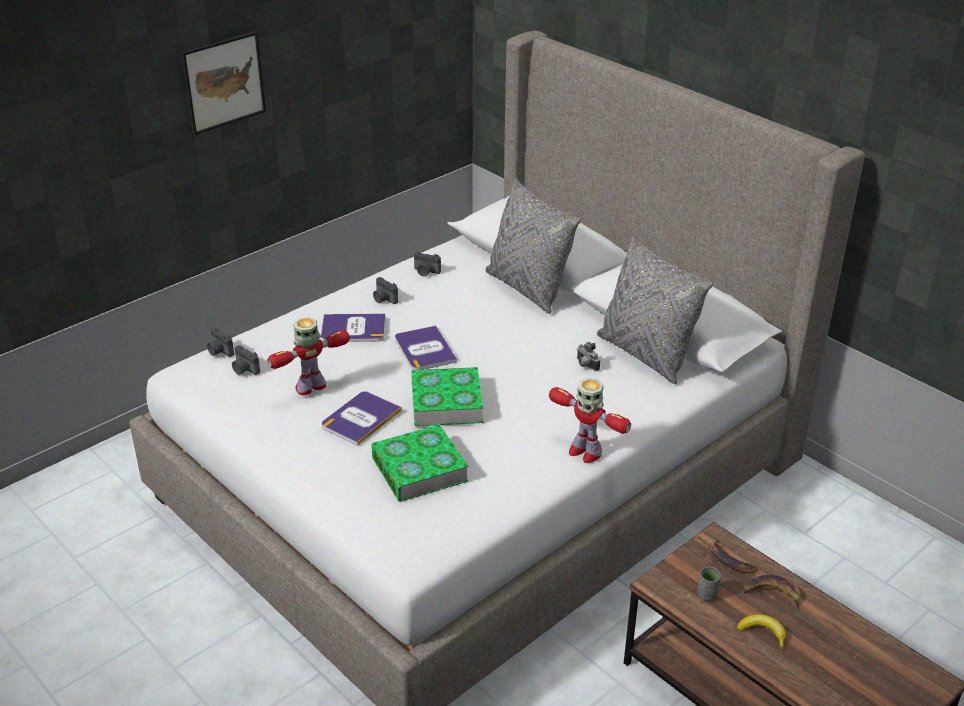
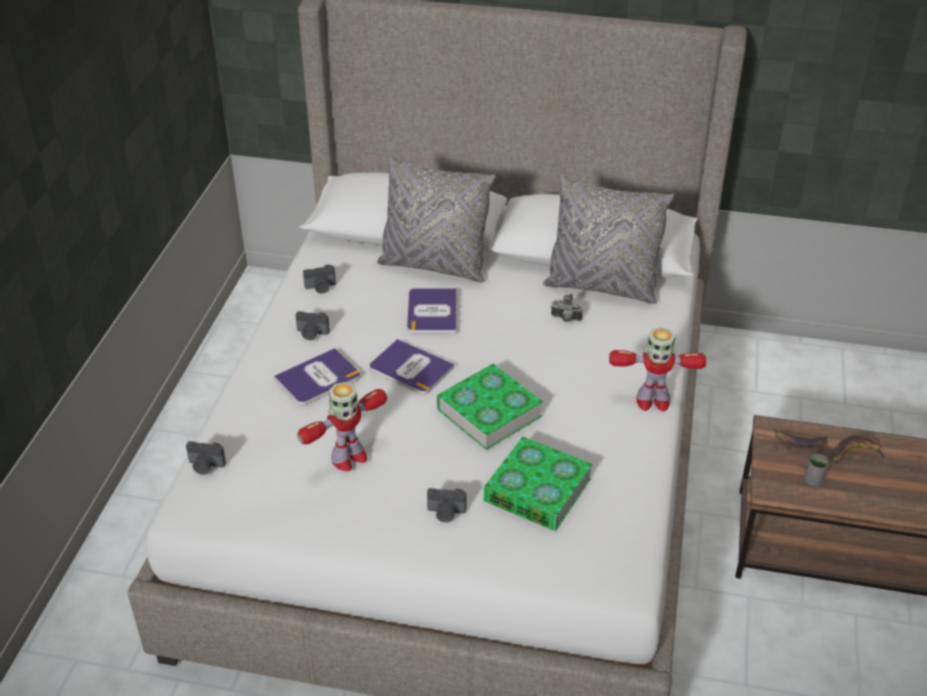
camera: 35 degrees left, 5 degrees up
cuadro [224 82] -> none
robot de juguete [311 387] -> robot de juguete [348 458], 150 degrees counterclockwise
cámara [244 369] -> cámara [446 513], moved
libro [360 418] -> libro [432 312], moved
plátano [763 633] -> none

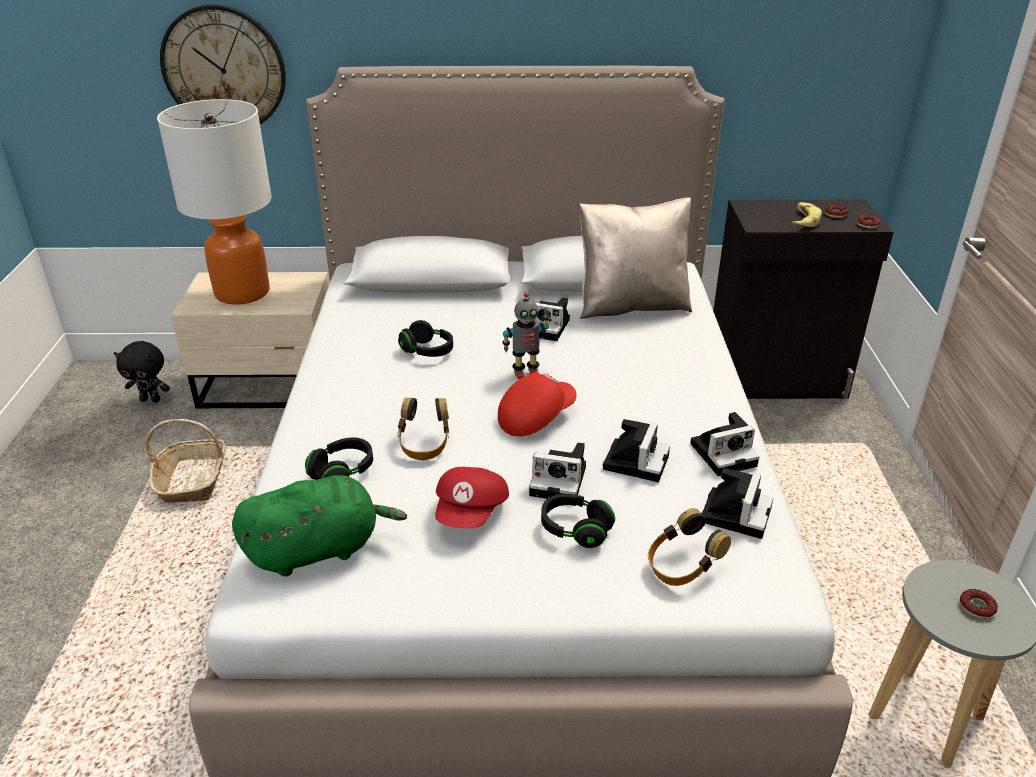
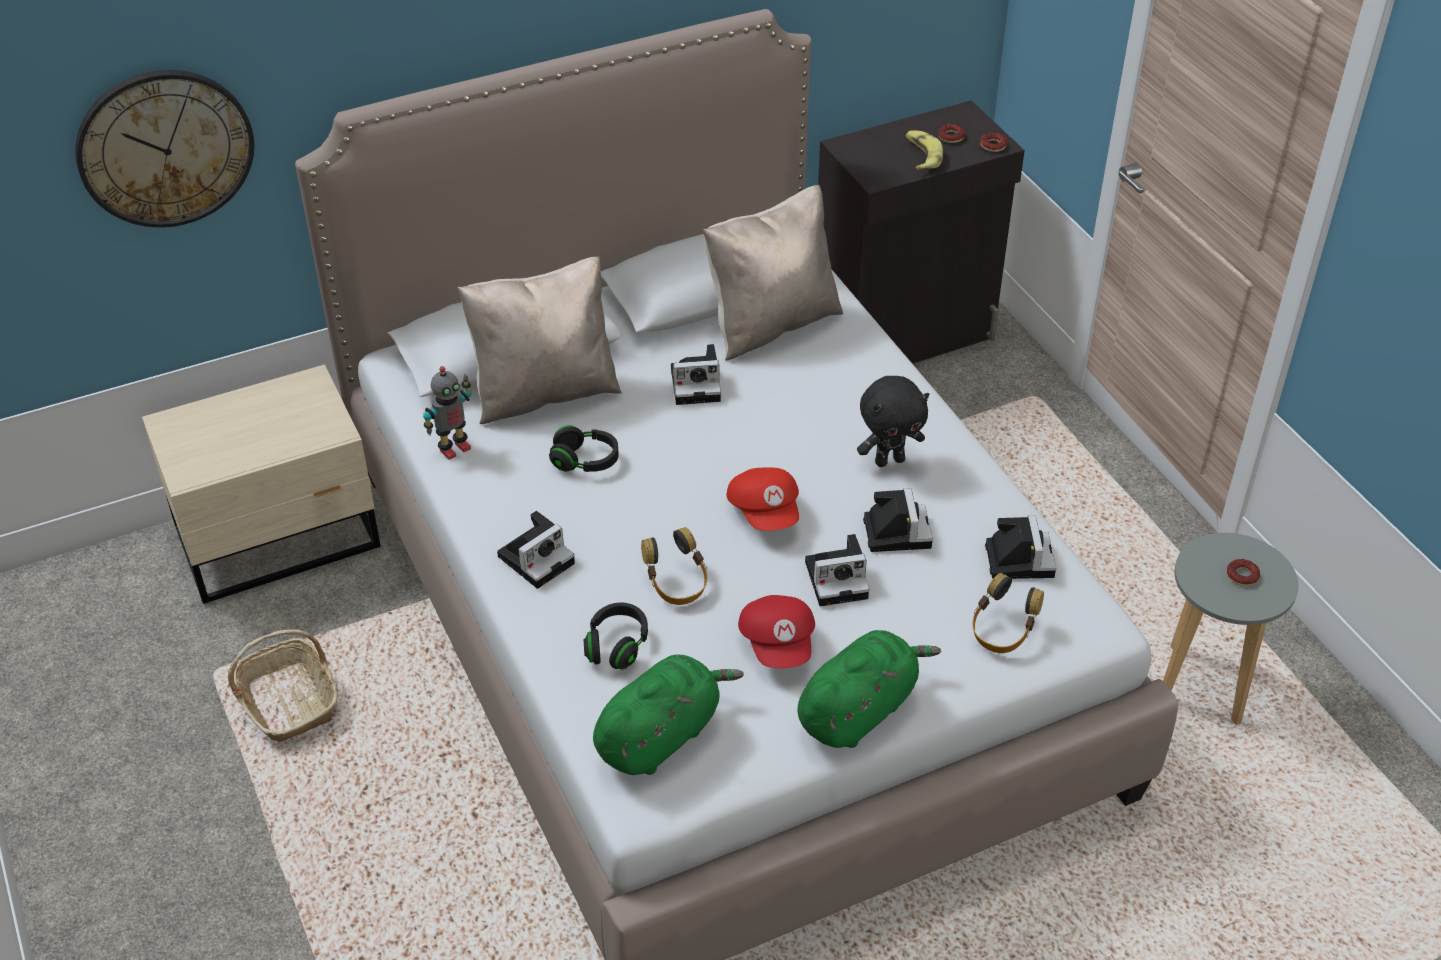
camera: 25 degrees left, 10 degrees up
lámpara de mesa [243 293] -> none
robot de juguete [525 372] -> robot de juguete [454 448], moved
peluche (negro) [151 399] -> peluche (negro) [889 460], moved
gorra (rojo) [535 417] -> gorra (rojo) [766 512], 135 degrees clockwise
cámara [725 453] -> cámara [537 558], moved
auriculares (negro) [575 530] -> none
none -> cojín (beis) [544 392]
none -> peluche (verde) [859 710]

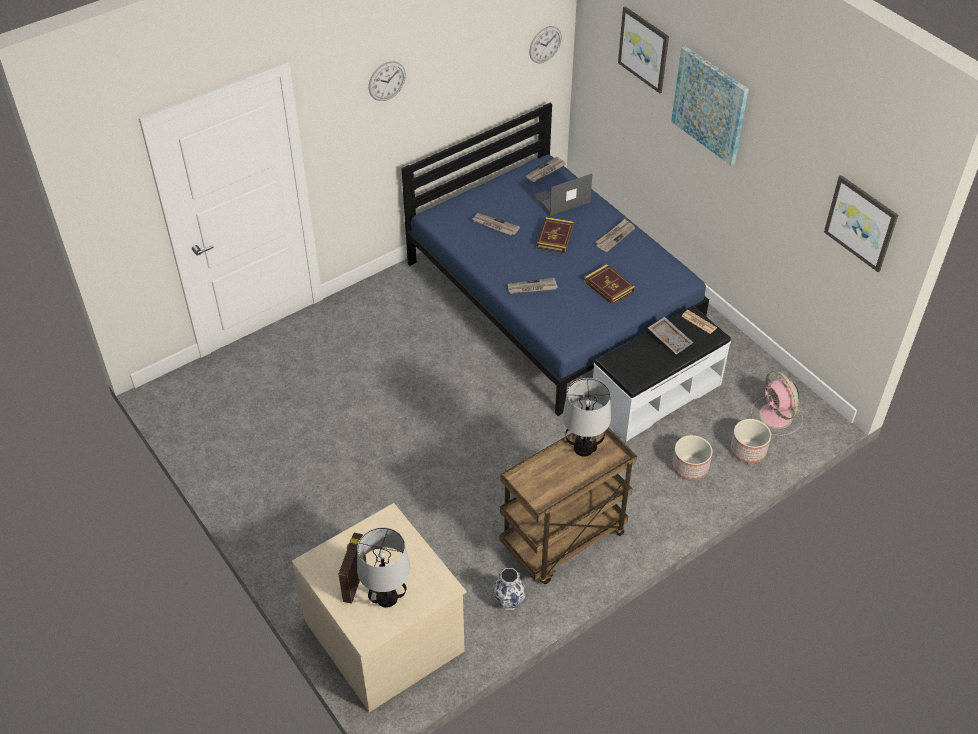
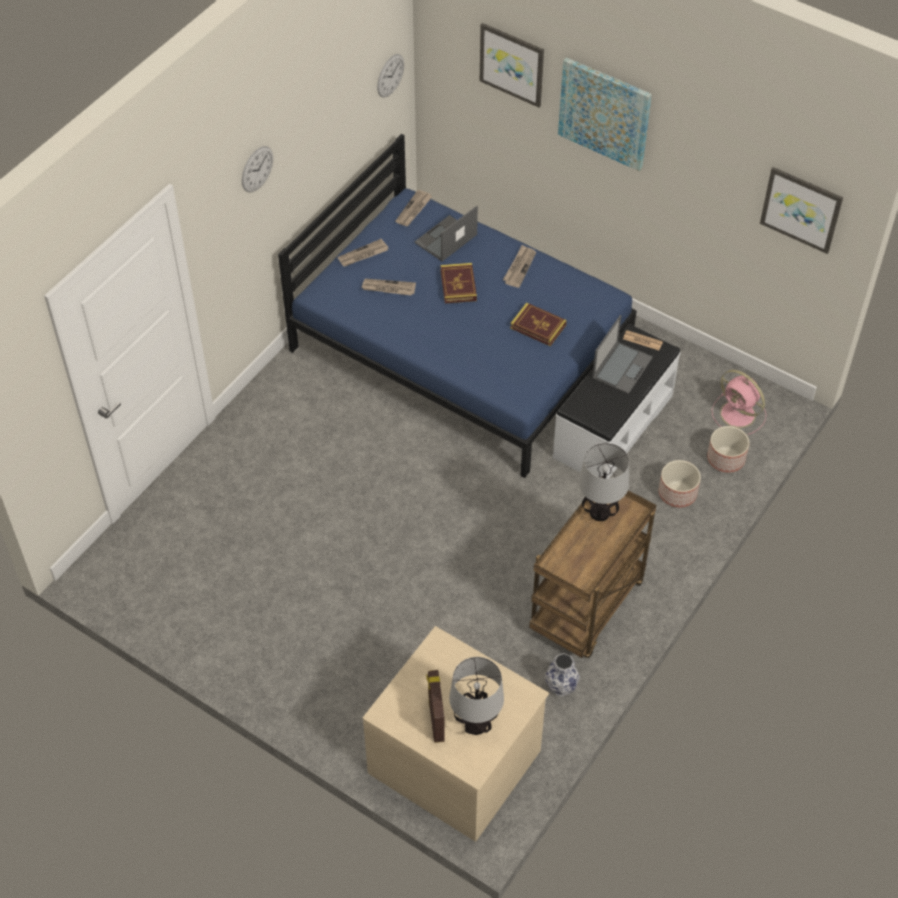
camera: 20 degrees left, 5 degrees up
periódico [532 288] -> periódico [363 255], moved
bandeja (gris) [670 339] -> portátil [622 367]

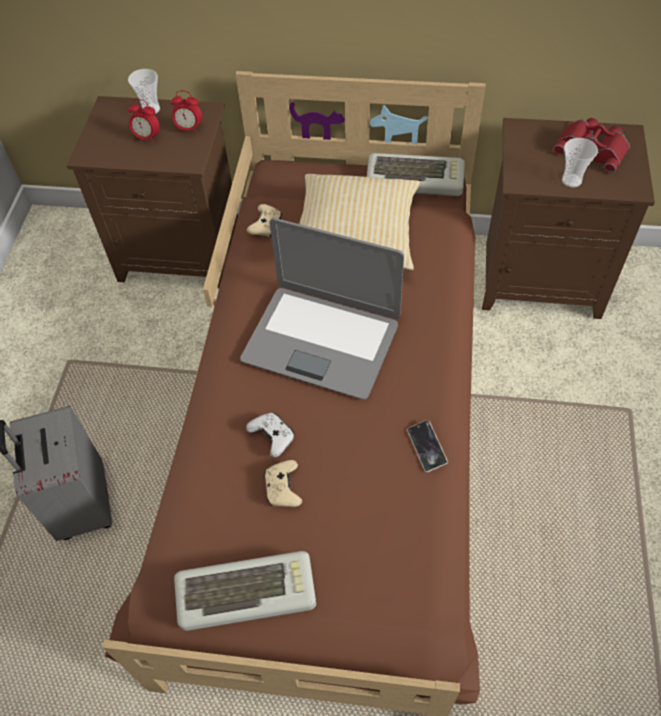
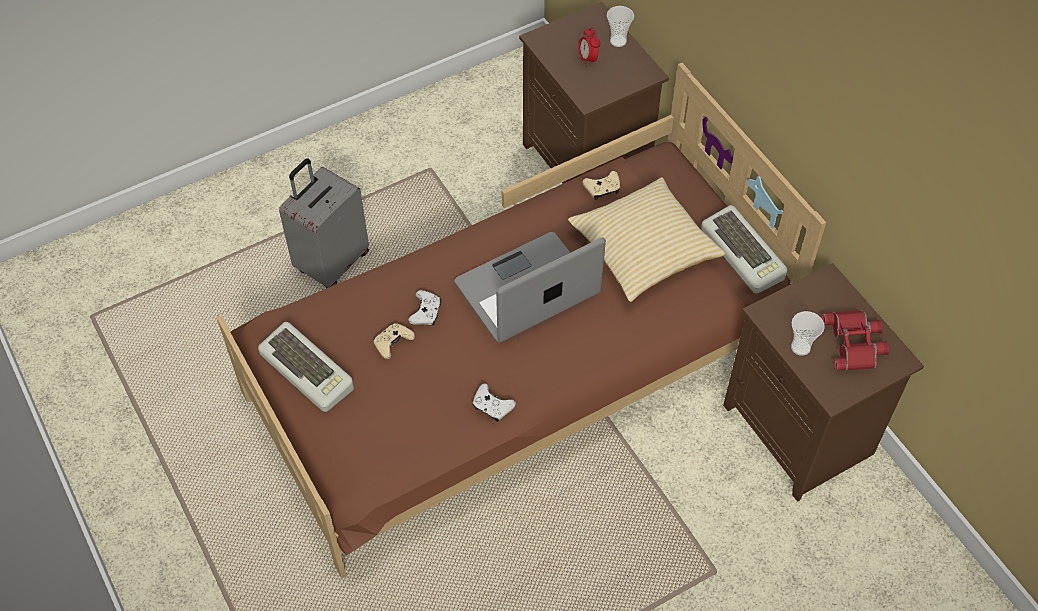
camera: 50 degrees right, 0 degrees up
despertador [189 129] -> none
portátil [321 341] -> portátil [528 290], 75 degrees clockwise
móvil [426 447] -> mando de consola (blanco) [492 407]

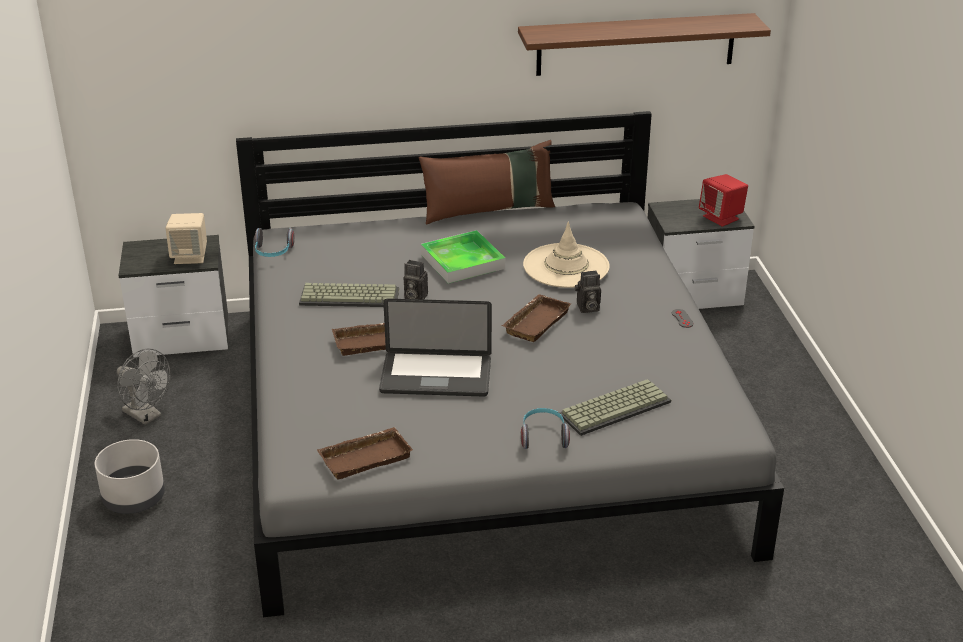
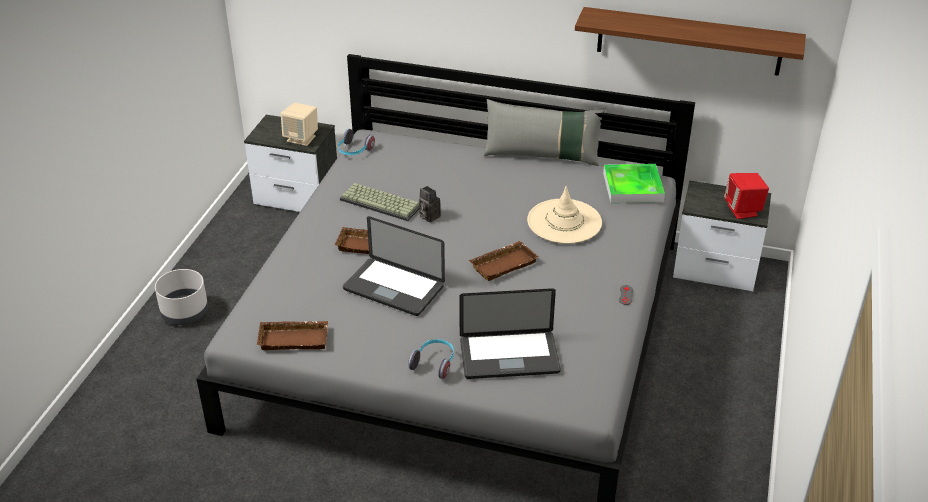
camera: 25 degrees right, 5 degrees up
cojín (marrón) [488 210] -> cojín (gris) [542 156]
bandeja [462 261] -> bandeja [632 187], moved
cámara [587 308] -> none
ventilador (gris) [146 416] -> none
teclado [615 407] -> portátil [509 356]

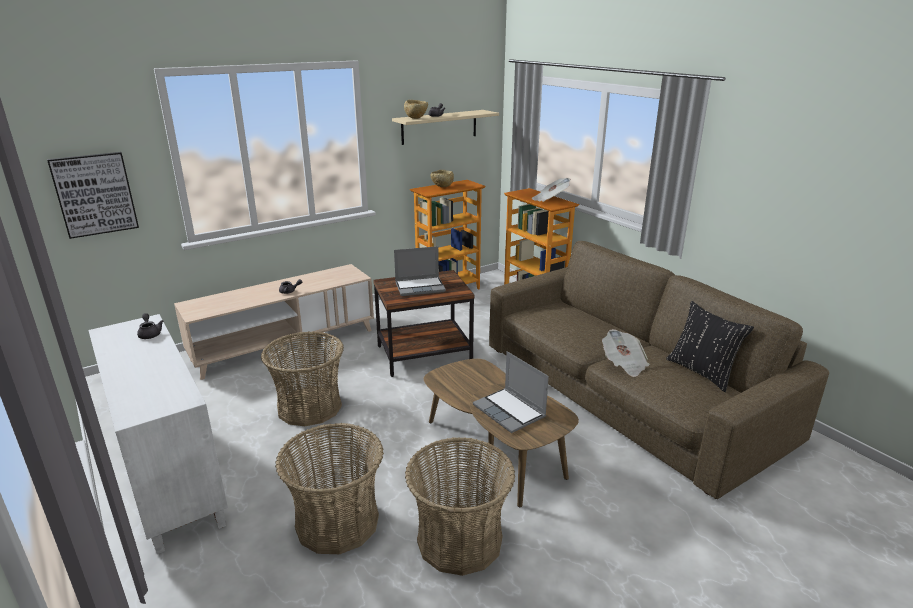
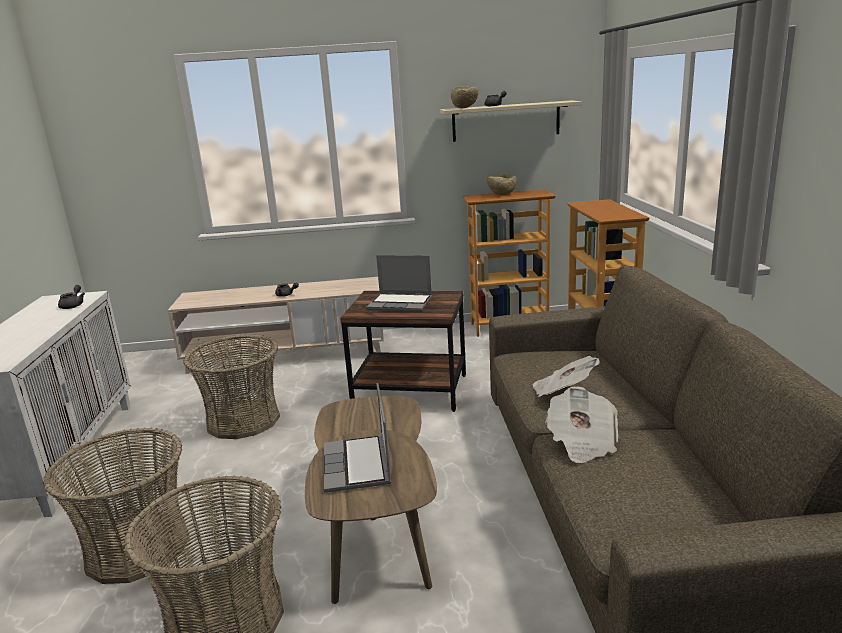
camera: 30 degrees right, 5 degrees down
cuadro [94 194] -> none
periódico [550 199] -> periódico [563 392], moved
cojín (negro) [702 372] -> none

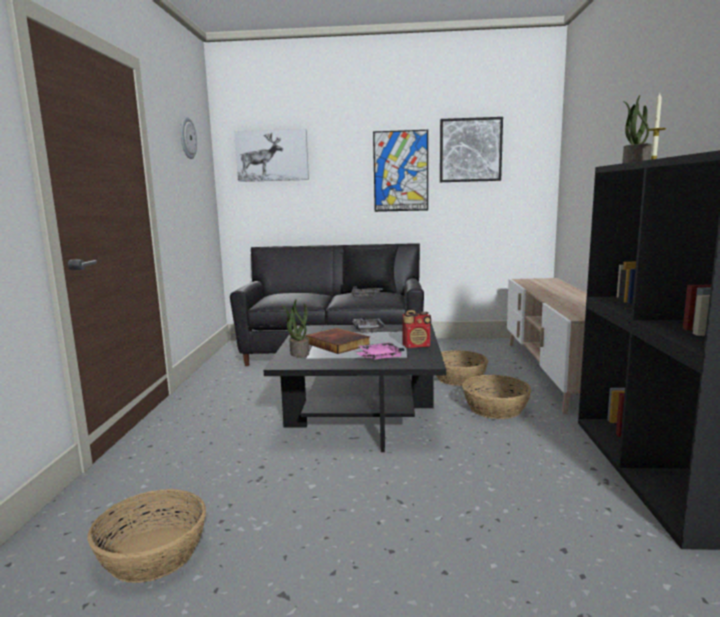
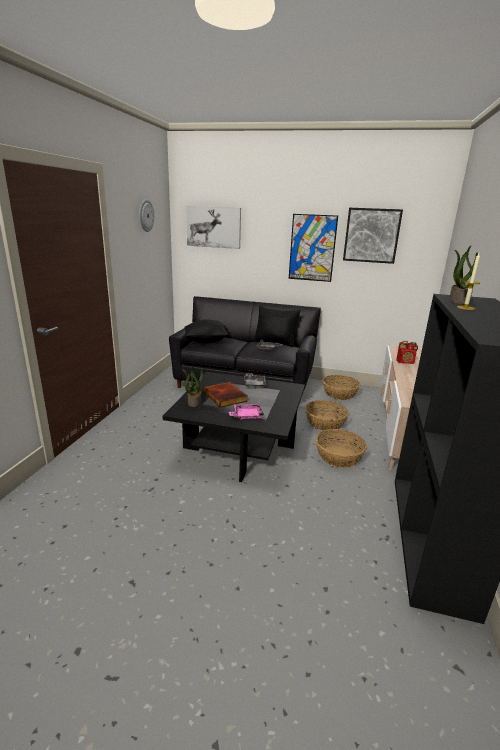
camera: 10 degrees right, 10 degrees up
radio [417 346] -> radio [405 362], moved
cesta [154 553] -> cesta [339 394], moved
none -> cojín (negro) [206 341]

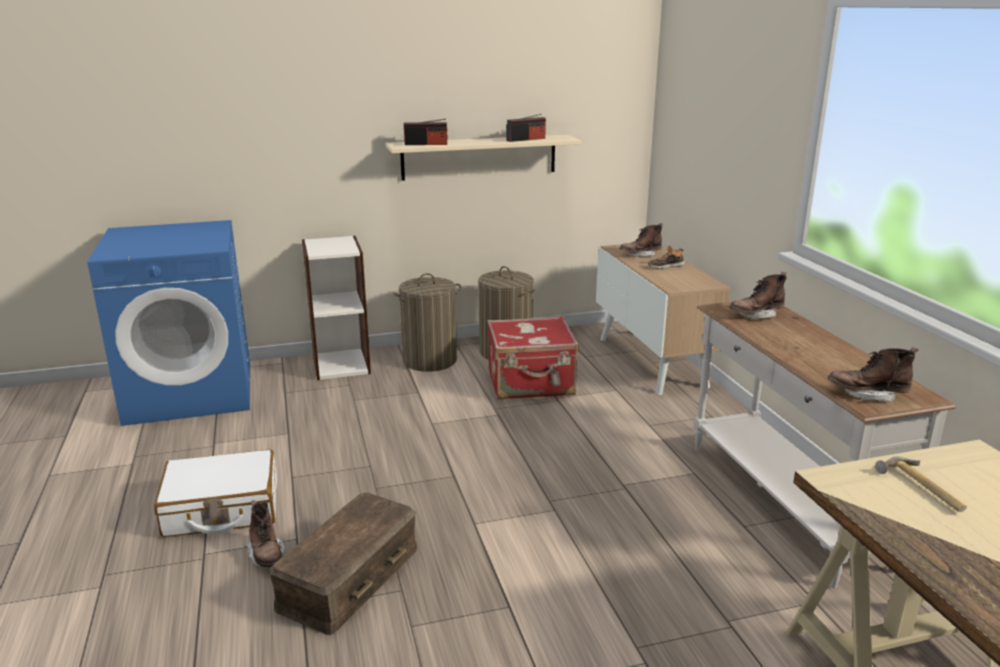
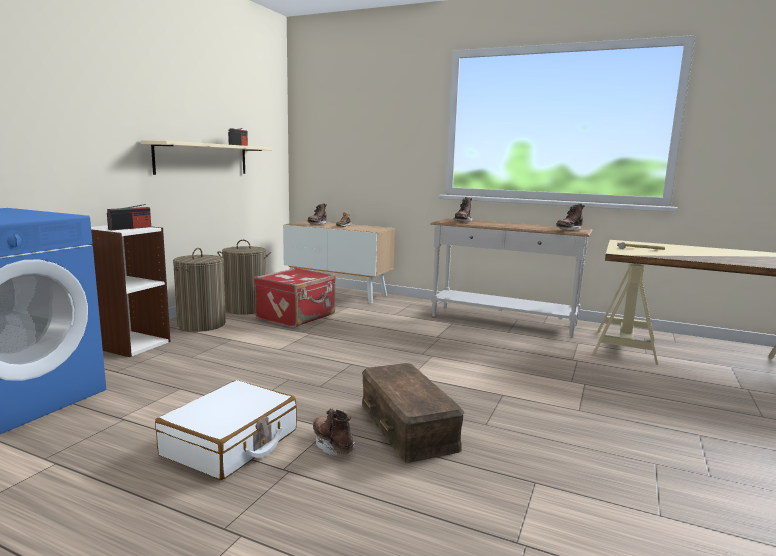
camera: 50 degrees left, 10 degrees down
radio [426 144] -> radio [130 228], moved
bota (marrón) [266 556] -> bota (marrón) [332 445], 135 degrees counterclockwise

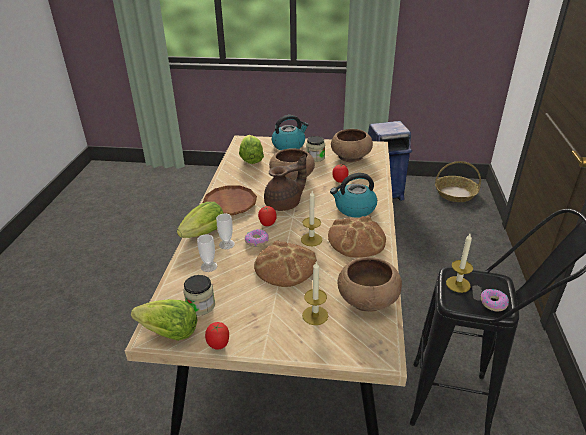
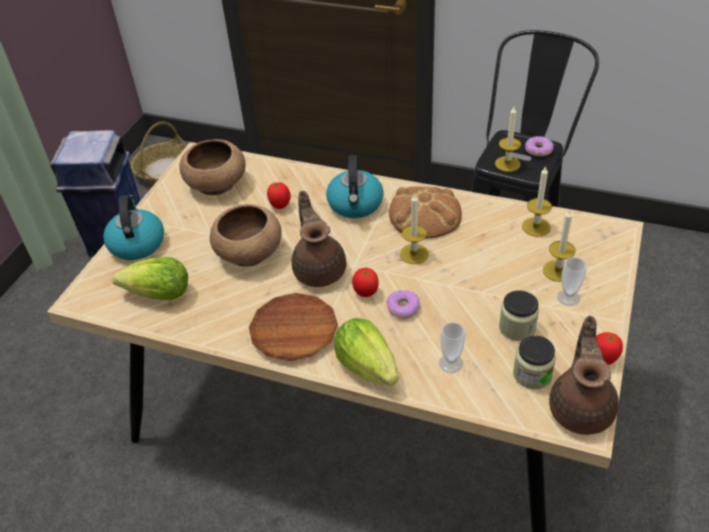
camera: 75 degrees left, 10 degrees up
tarro [315 157] -> tarro [517 328], moved
taza [226 244] -> taza [568 297], moved
pan [285 266] -> none
cuenco (marrón) [367 300] -> vela [536 227]
lechuga [169 333] -> tetera (marrón) [581 408]

